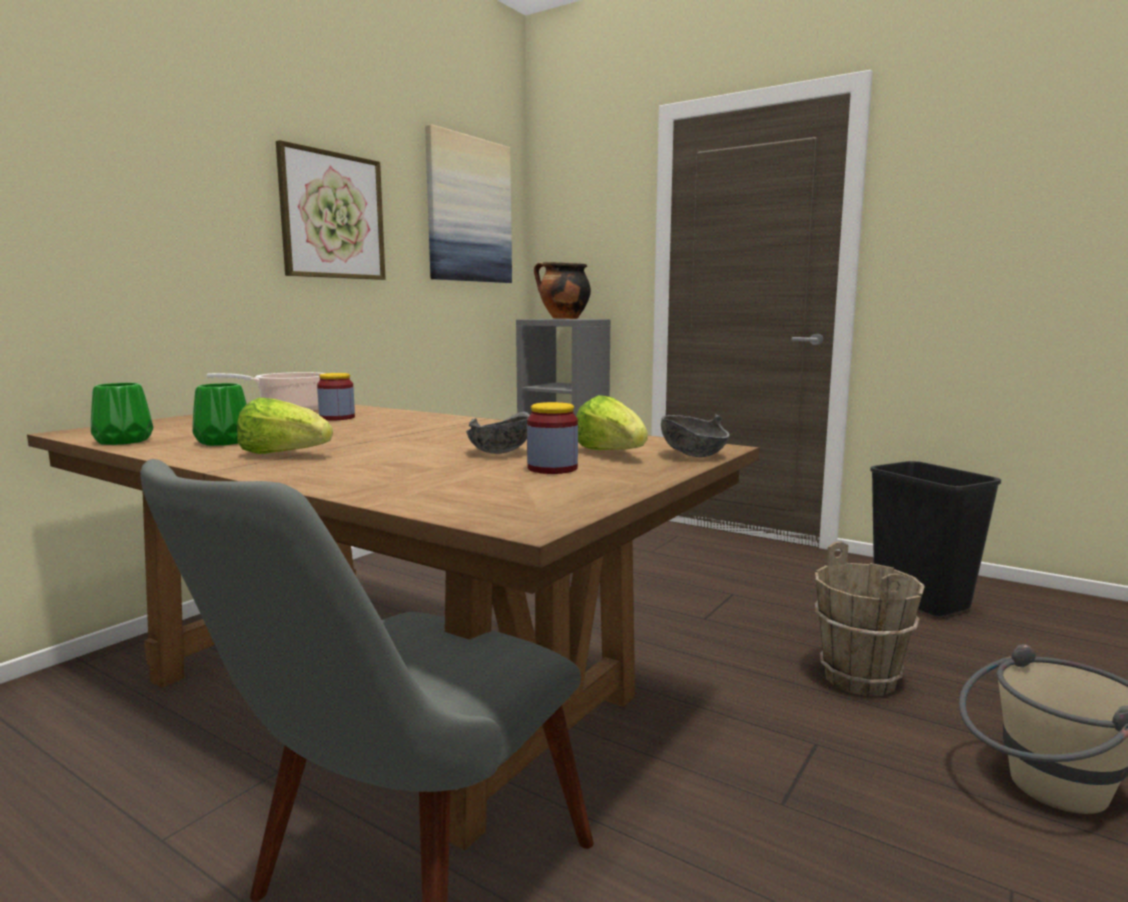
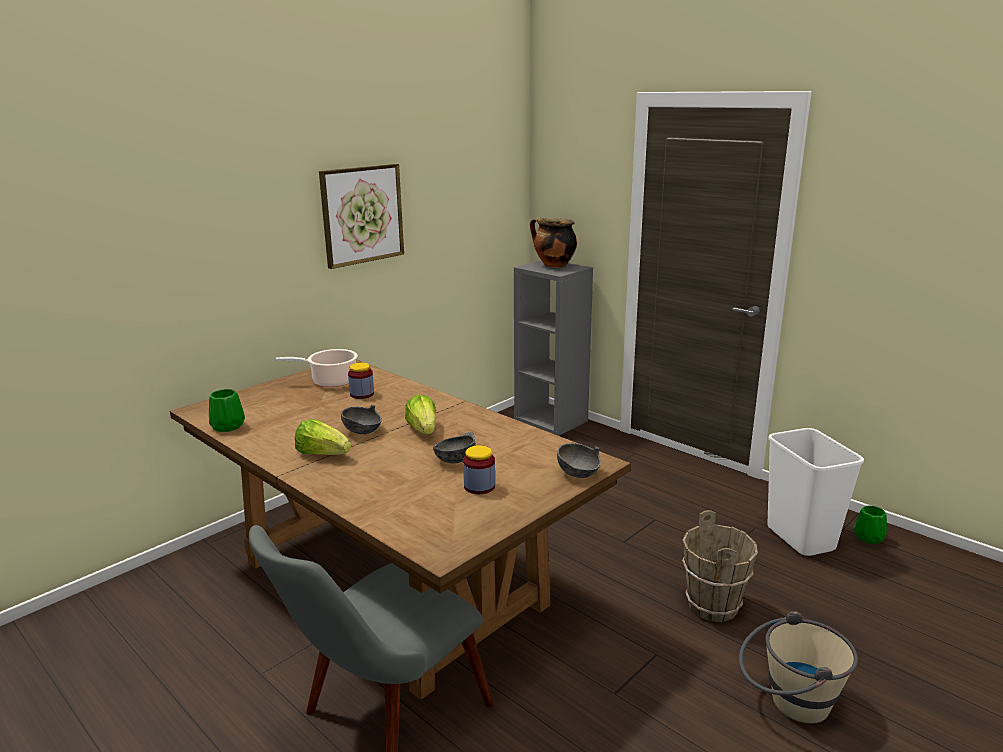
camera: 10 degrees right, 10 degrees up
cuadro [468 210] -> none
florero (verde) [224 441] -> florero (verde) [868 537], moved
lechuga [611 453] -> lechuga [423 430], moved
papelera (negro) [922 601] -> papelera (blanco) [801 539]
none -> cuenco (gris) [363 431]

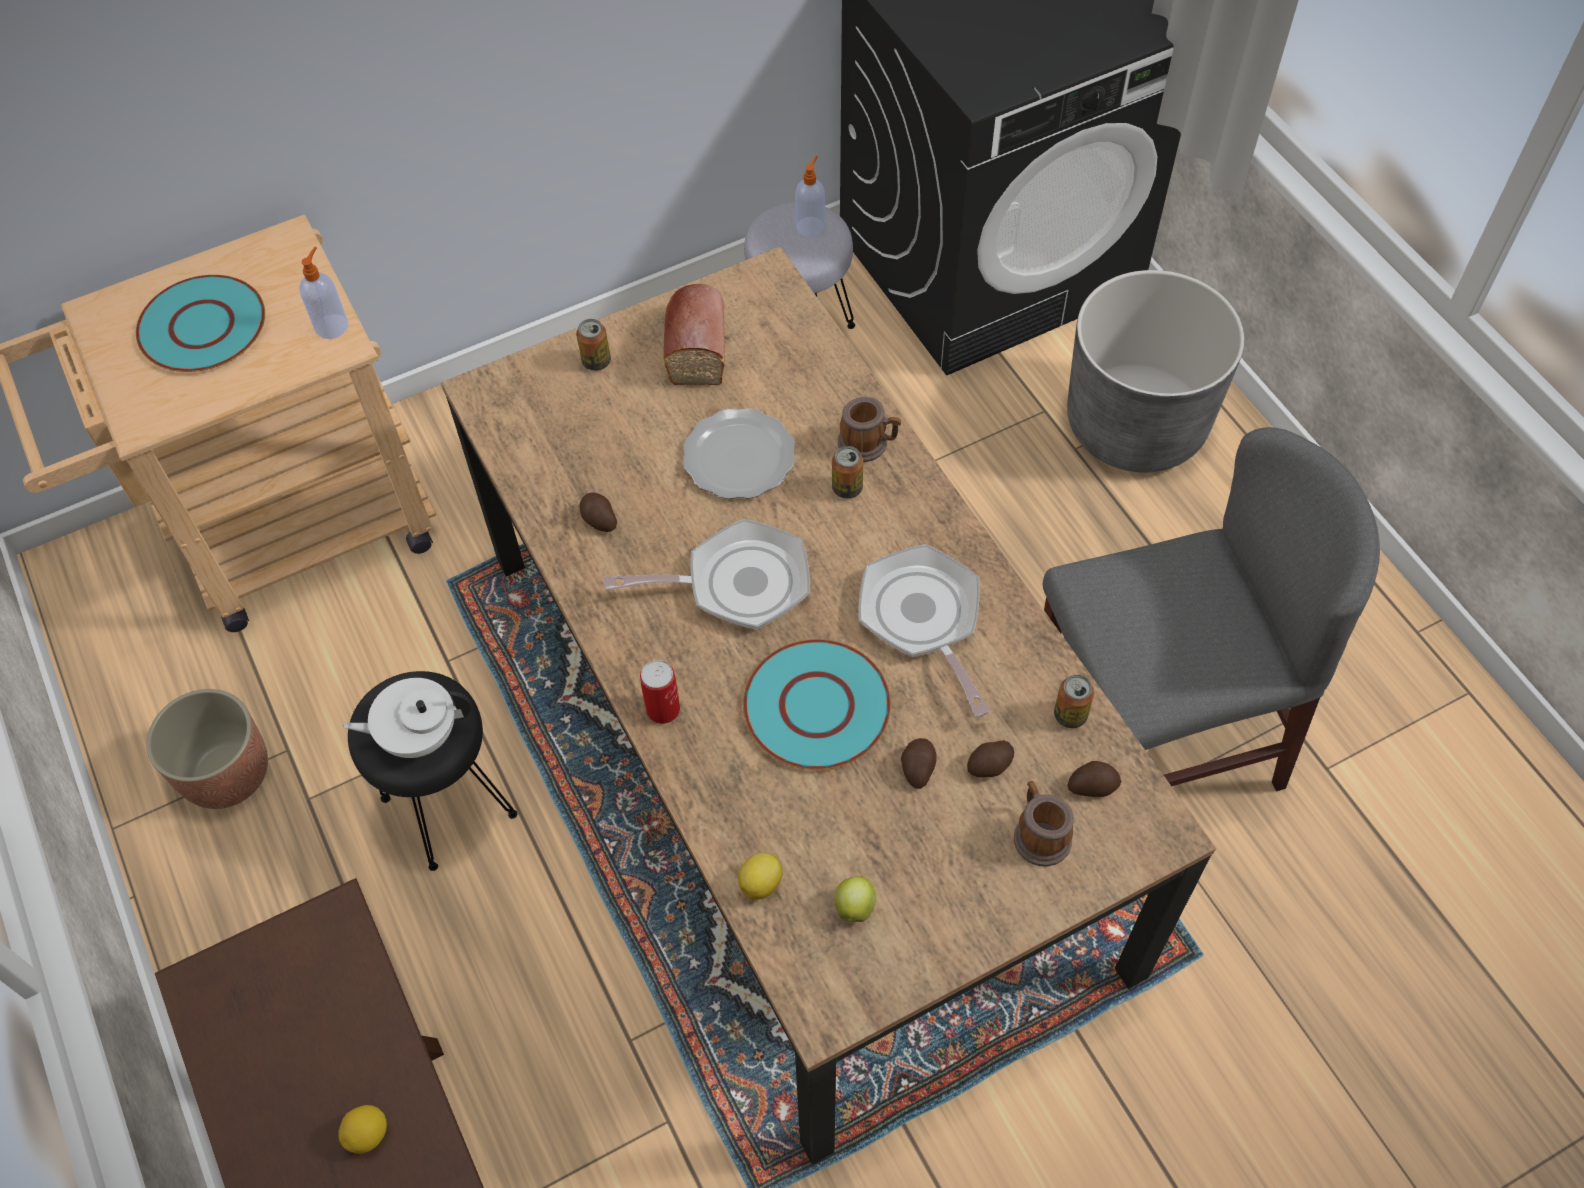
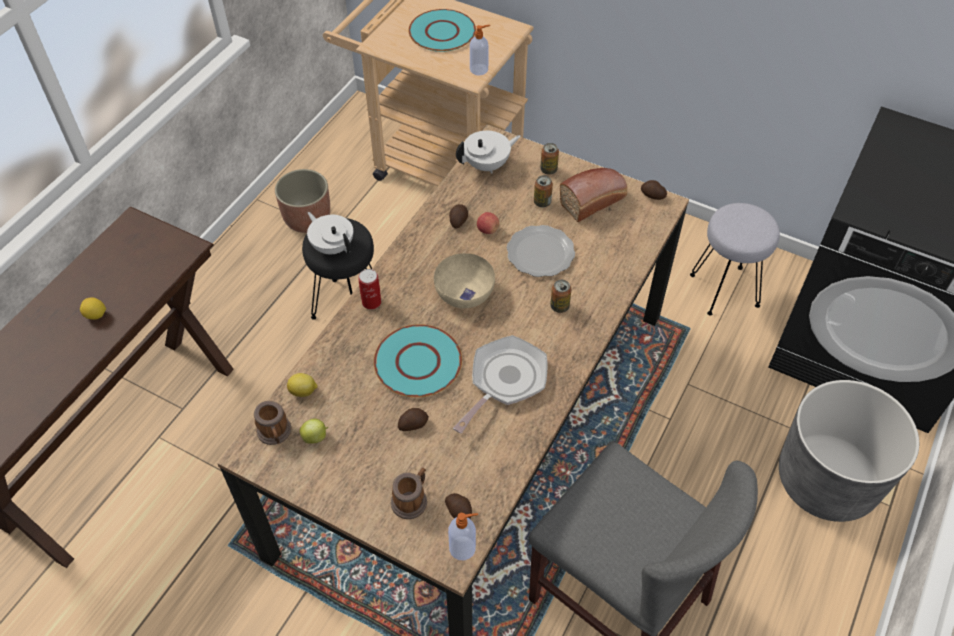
camera: 55 degrees right, 5 degrees down
dispensador de jabón [810 226] -> dispensador de jabón [463 548], moved
taza grande [868 443] -> taza grande [275 433], moved
sartén [737 584] -> cuenco (beis) [464 293]
lata [1070 715] -> lata [542 202], moved
patata [990 765] -> patata [652 196], moved
none -> tetera (blanco) [487 165]
none -> manzana [487 230]

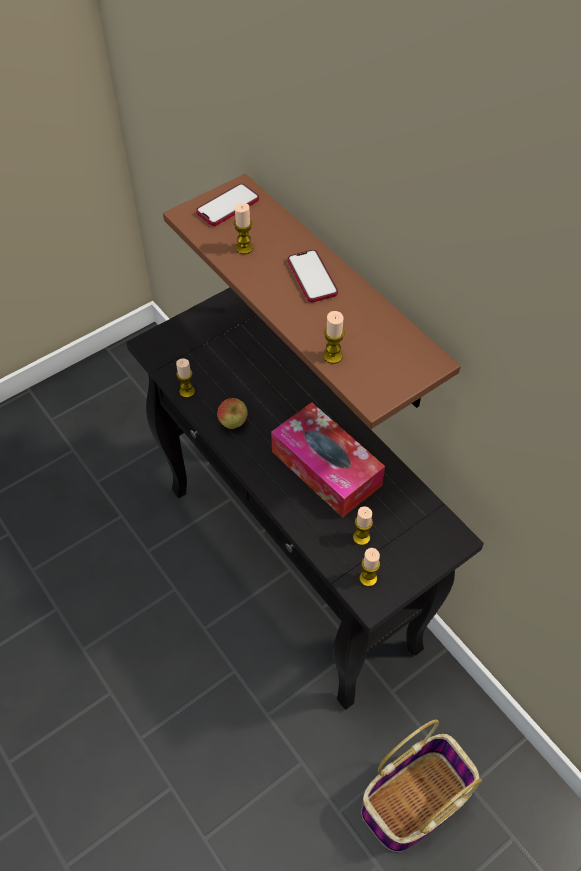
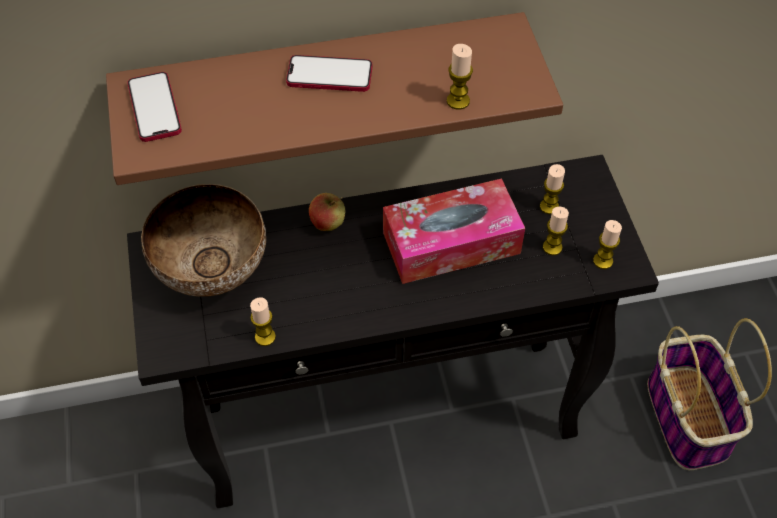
camera: 65 degrees left, 0 degrees up
vela [244 248] -> vela [549 206], moved
manzana [233 423] -> manzana [328 224], moved
none -> cuenco [211 272]

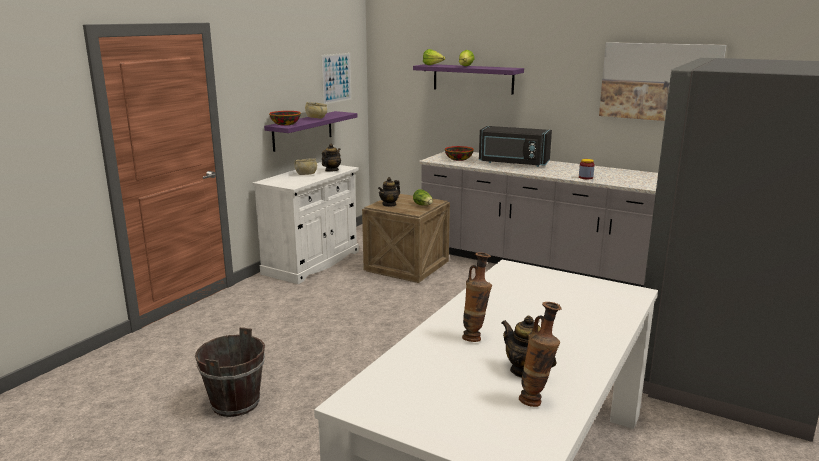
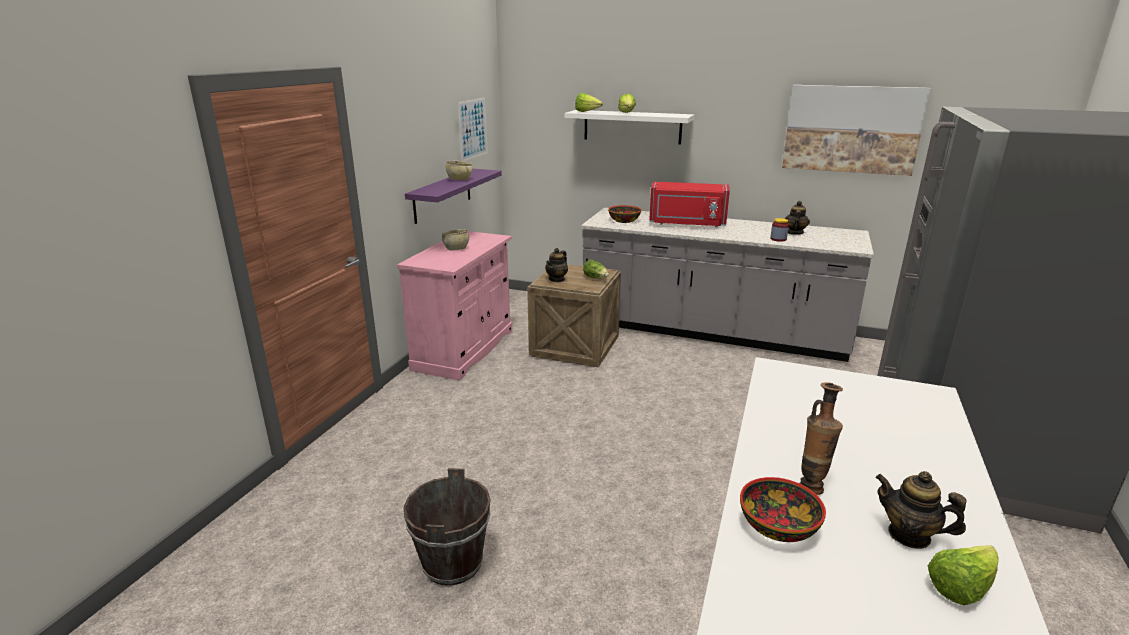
camera: 10 degrees left, 5 degrees up
estante (morado) [473 78] -> estante (blanco) [632 127]
cuenco [285 124] -> cuenco [777 525], moved
microondas (negro) [513 163] -> microondas (rojo) [687 223]
tetera [331 170] -> tetera [794 233], moved
armario (blanco) [312 263] -> armario (rosa) [464 349]
florero [536 401] -> lechuga [960 587]

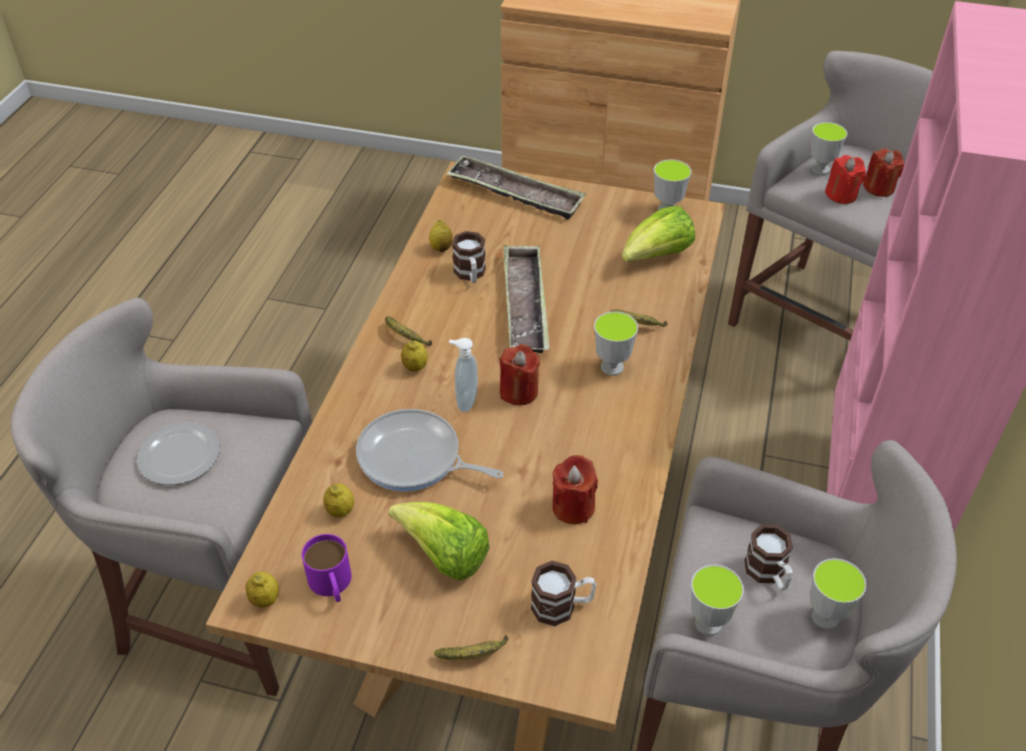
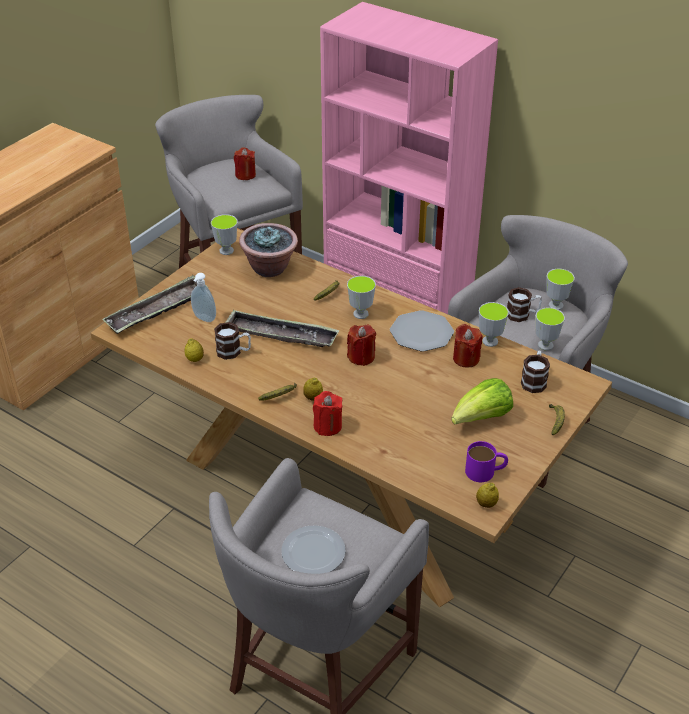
camera: 70 degrees left, 5 degrees down
taza [820 169] -> taza [490 341], moved
vela (rojo) [841 195] -> vela (rojo) [327 426], moved
lechuga [657 256] -> planta en maceta [270 268]
dispensador de jabón [465 401] -> dispensador de jabón [203 319], moved
sartén [414 458] -> none
limón [340 511] -> none
none -> plato [421 333]

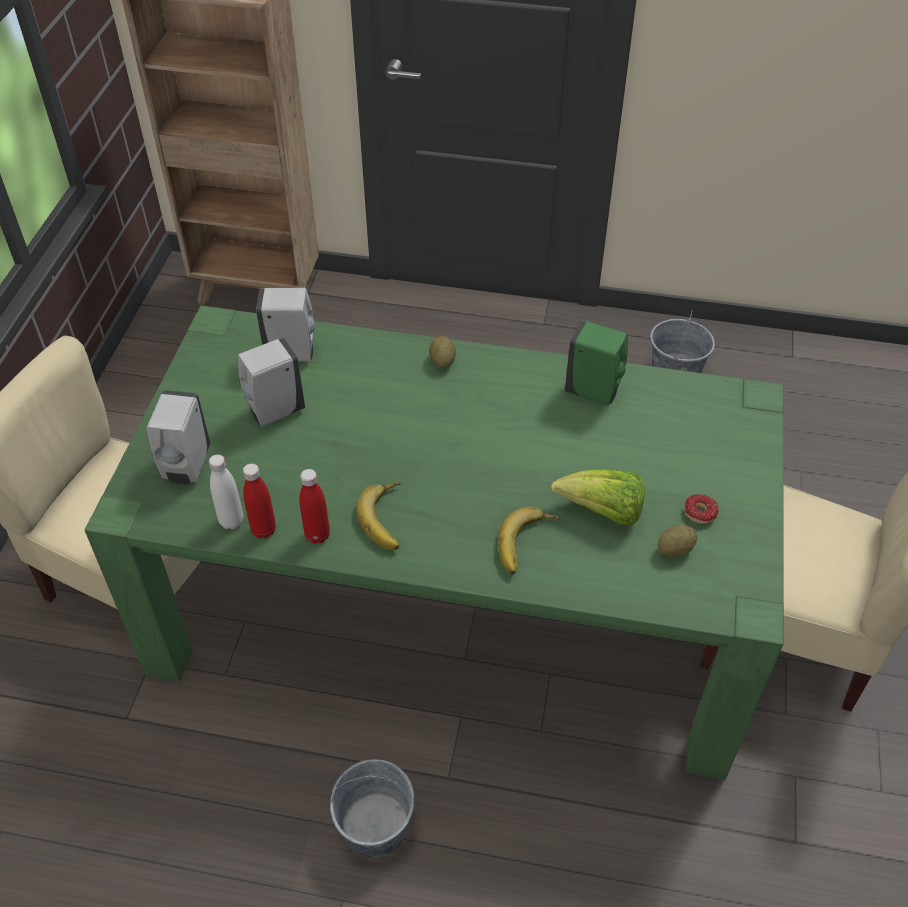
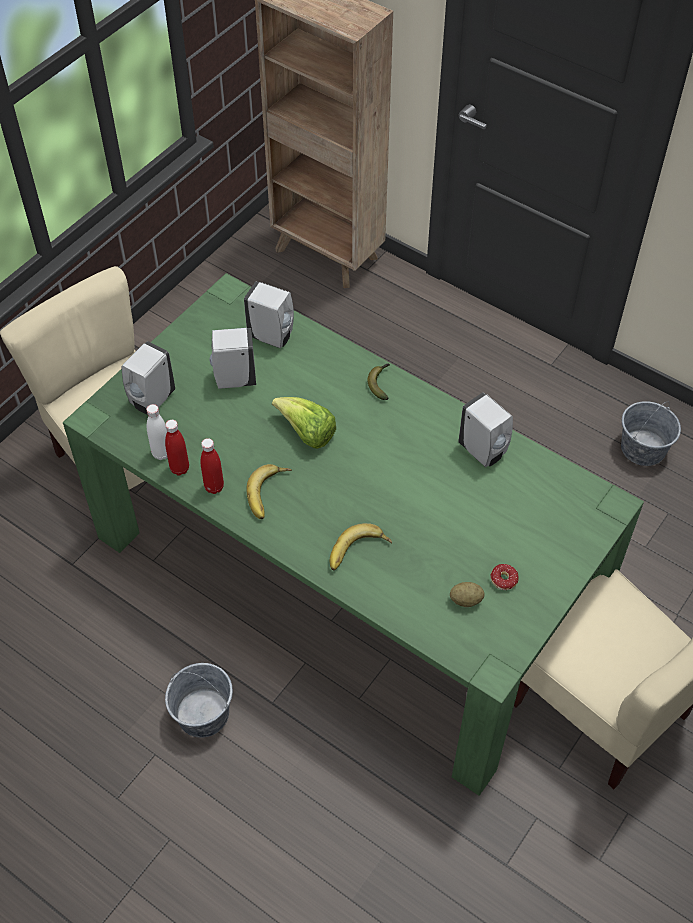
camera: 25 degrees right, 5 degrees up
dispensador de jabón (verde) [595 392] -> dispensador de jabón (blanco) [483 452]
patata [442 361] -> plátano [380 383]
lechuga [602 512] -> lechuga [307 433], moved

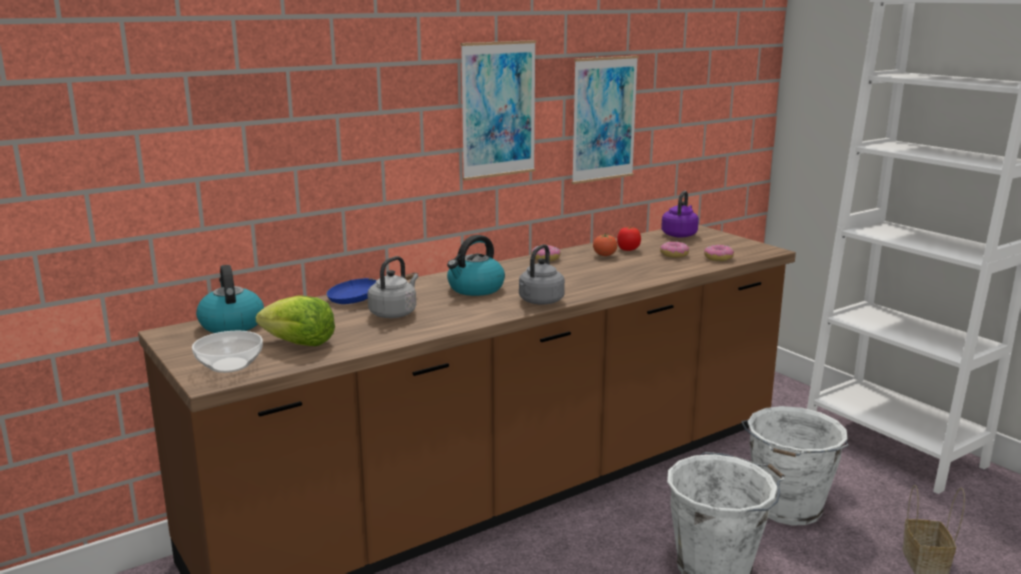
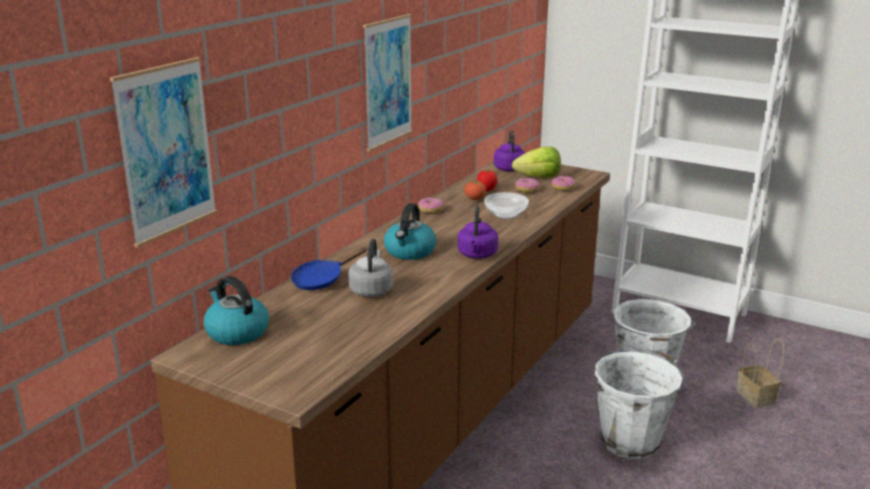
camera: 25 degrees left, 5 degrees up
cuadro [604 119] -> cuadro [166 150], moved
hervidor (gris) [539 301] -> hervidor (morado) [477 255]
lechuga [299 343] -> lechuga [538 177], moved
cuenco [231 365] -> cuenco [506 214], moved

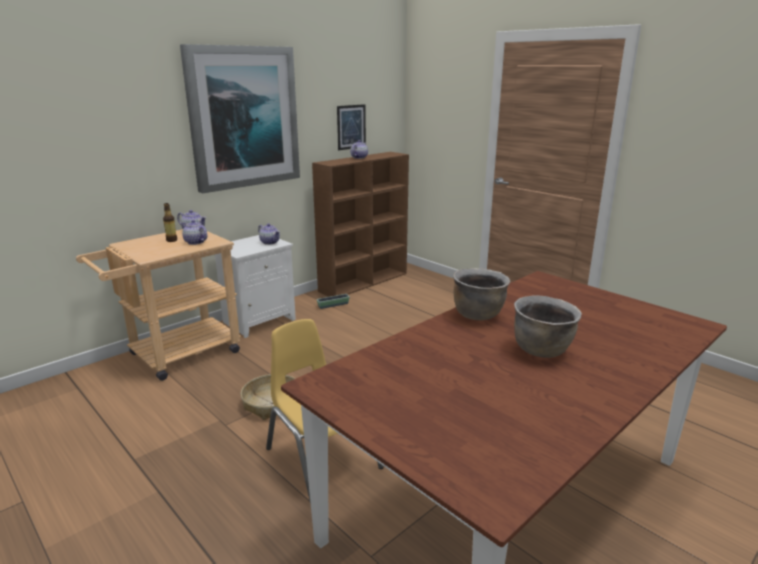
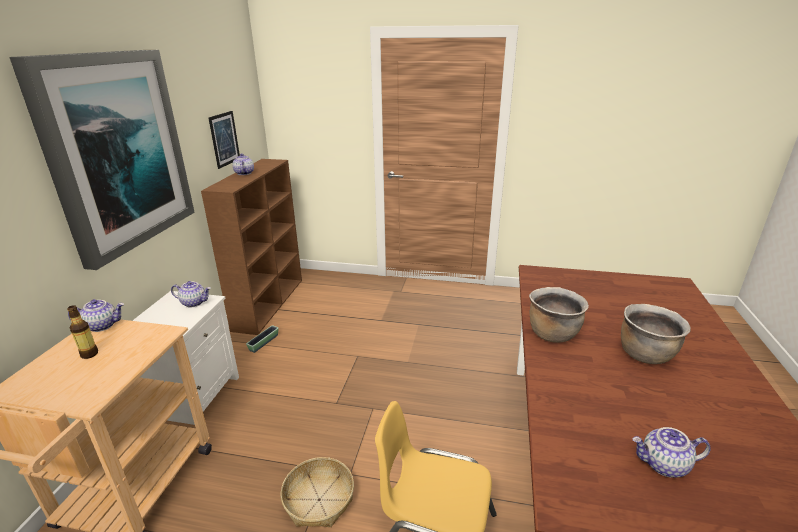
camera: 35 degrees left, 5 degrees up
tetera [195 242] -> tetera [664 465], moved

